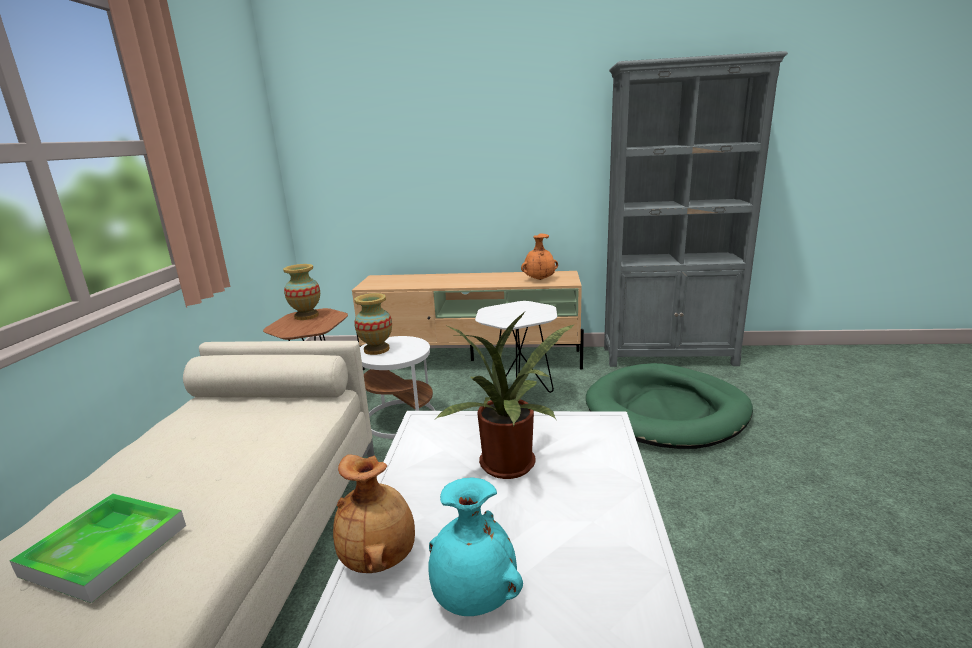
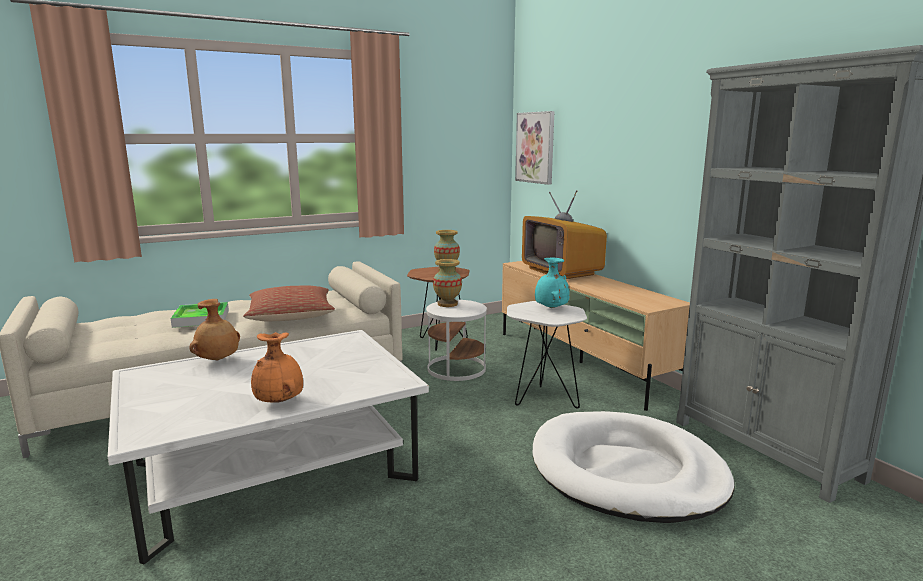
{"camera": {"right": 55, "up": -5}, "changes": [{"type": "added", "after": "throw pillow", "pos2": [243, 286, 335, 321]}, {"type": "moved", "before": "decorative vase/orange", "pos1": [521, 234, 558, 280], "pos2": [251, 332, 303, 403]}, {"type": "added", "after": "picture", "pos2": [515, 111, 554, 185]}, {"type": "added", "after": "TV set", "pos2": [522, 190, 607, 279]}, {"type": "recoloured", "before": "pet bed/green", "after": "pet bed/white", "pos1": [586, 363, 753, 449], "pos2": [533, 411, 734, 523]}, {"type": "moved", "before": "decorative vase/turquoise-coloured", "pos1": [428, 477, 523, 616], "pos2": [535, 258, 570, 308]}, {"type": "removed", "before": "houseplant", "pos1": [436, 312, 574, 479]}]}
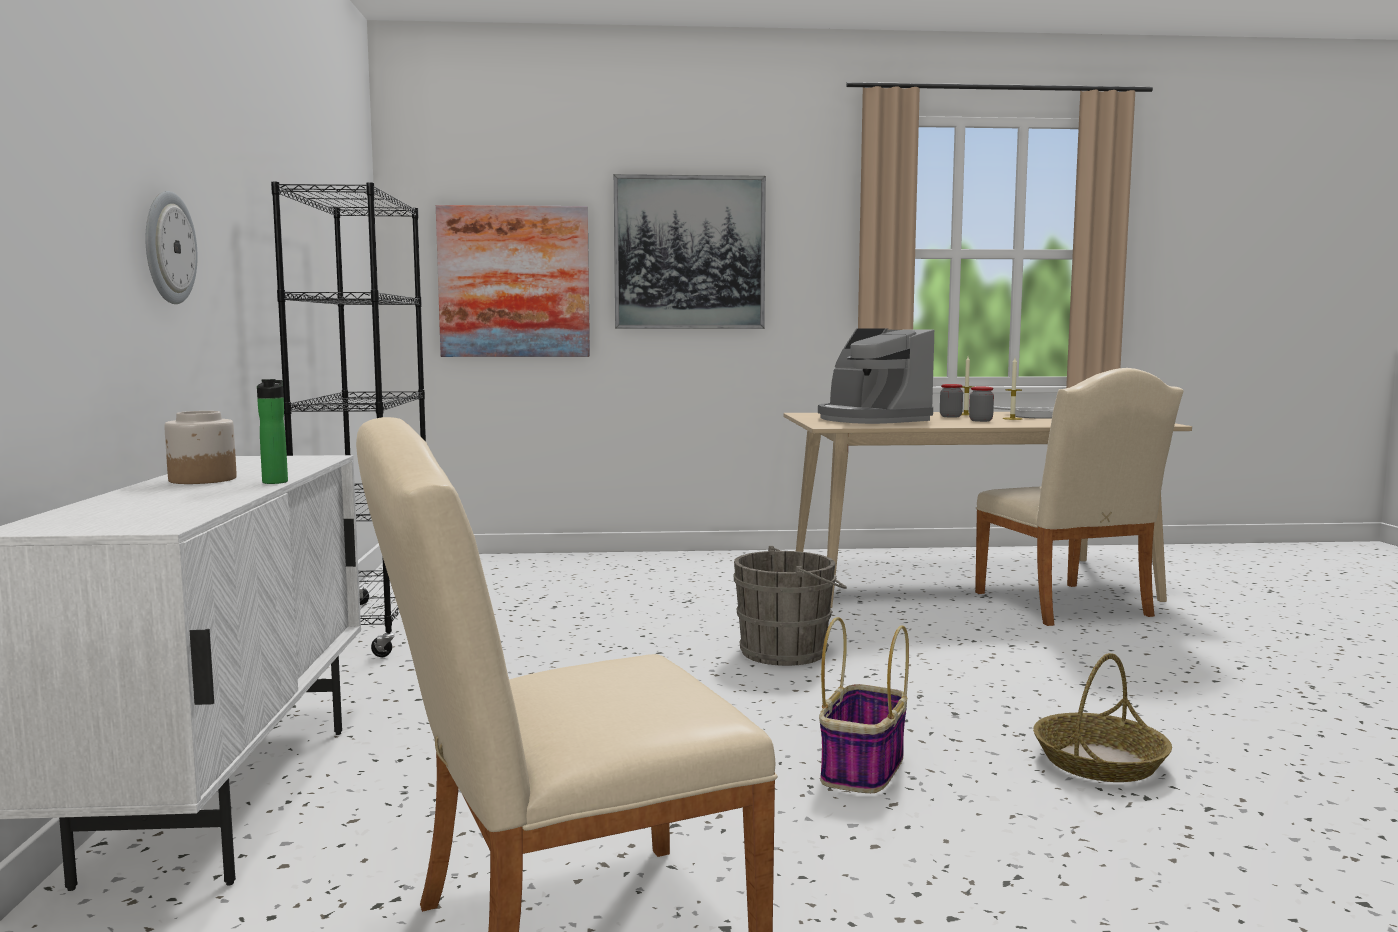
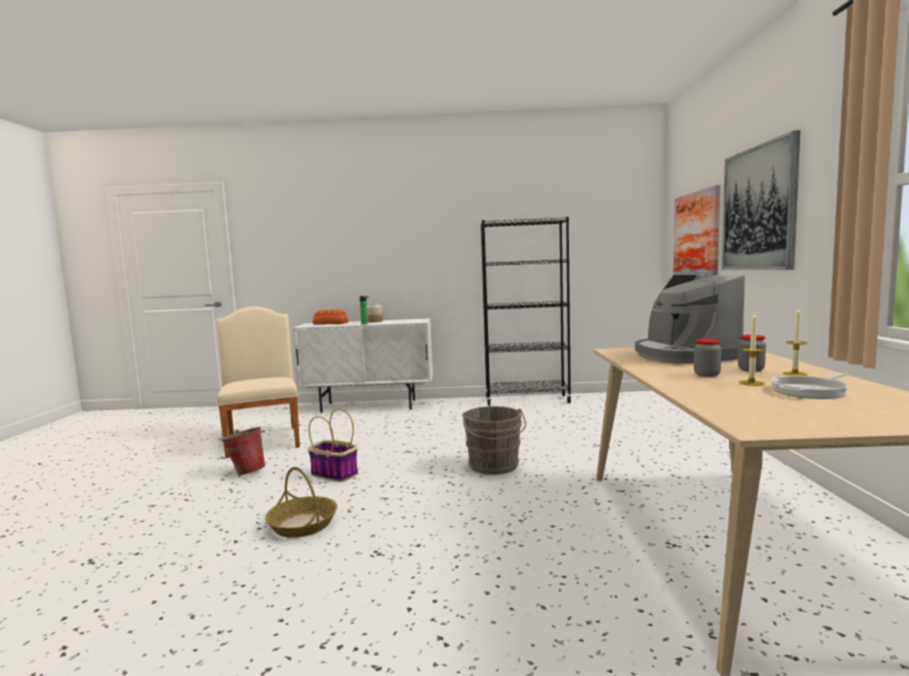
{"camera": {"right": 95, "up": 0}, "changes": [{"type": "added", "after": "bucket", "pos2": [221, 427, 266, 475]}, {"type": "added", "after": "baked bread", "pos2": [313, 310, 348, 325]}, {"type": "turned", "before": "coffee machine", "pos1": [818, 328, 934, 424], "pos2": [635, 275, 745, 363], "turn": -75}, {"type": "removed", "before": "hanging clock", "pos1": [146, 191, 197, 304]}, {"type": "removed", "before": "chair/beige", "pos1": [975, 368, 1184, 626]}]}
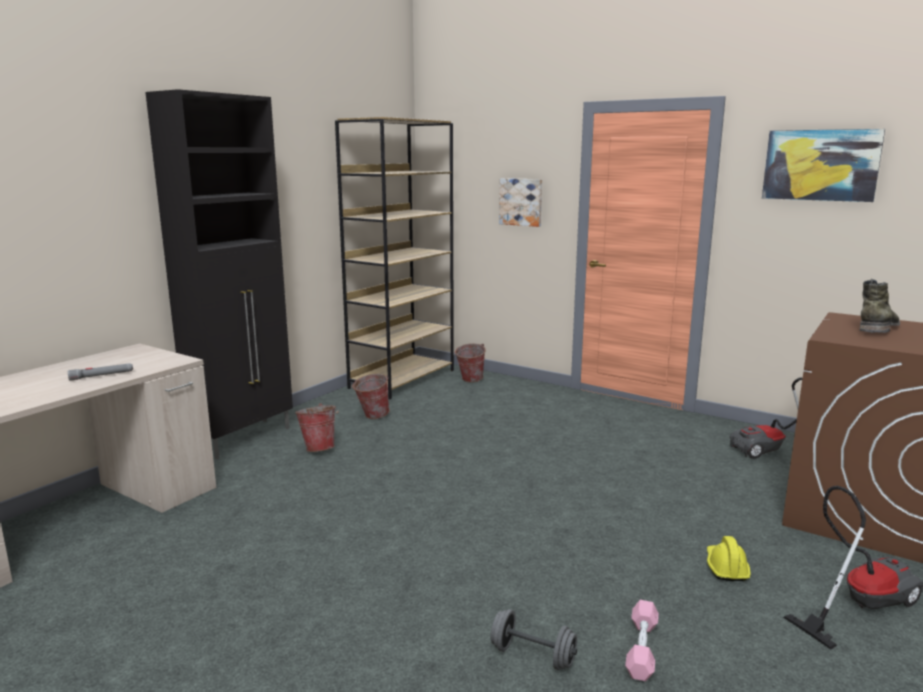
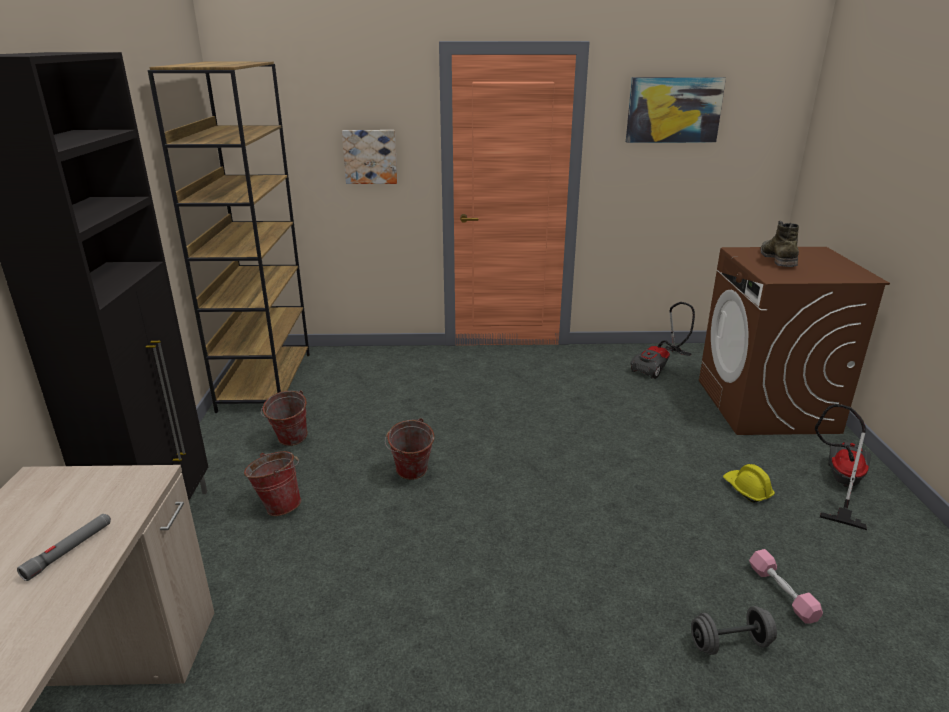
{"camera": {"right": -35, "up": 10}, "changes": [{"type": "moved", "before": "bucket", "pos1": [454, 343, 486, 383], "pos2": [385, 418, 434, 480]}]}
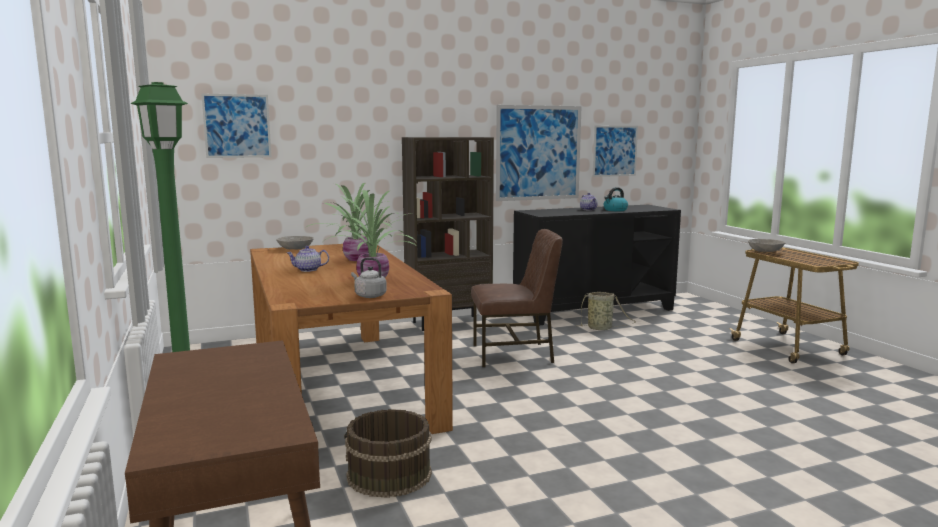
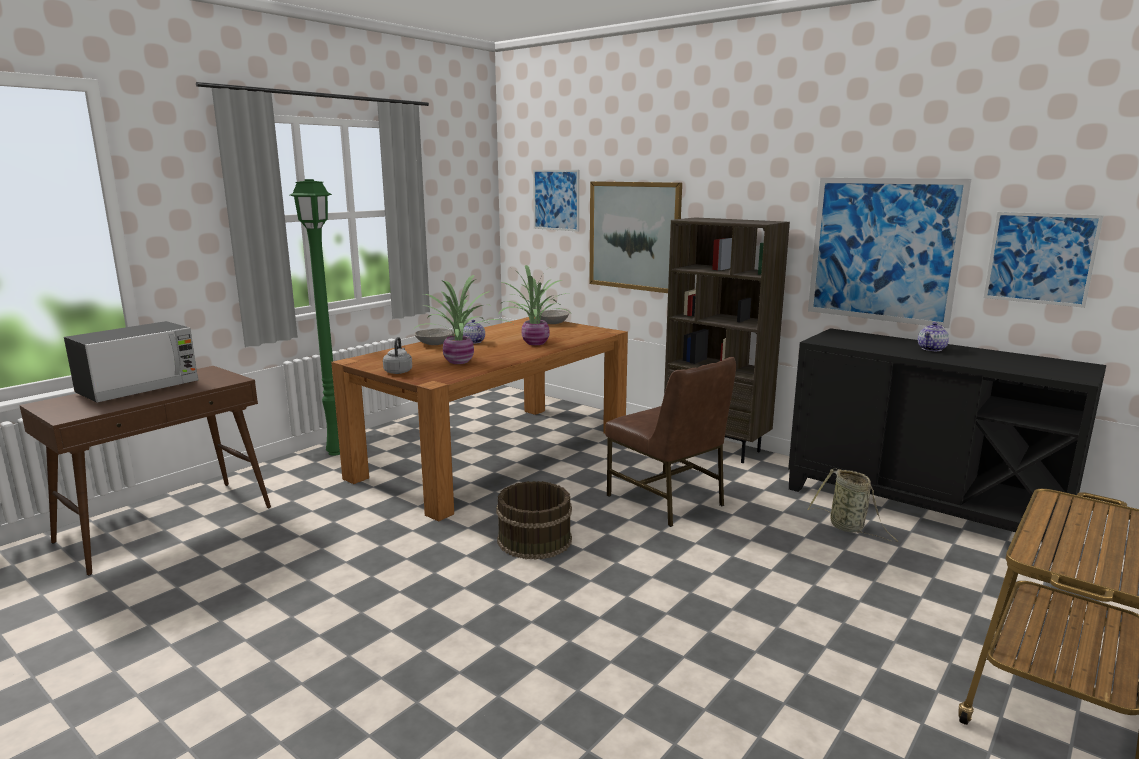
{"camera": {"right": 60, "up": 5}, "changes": [{"type": "added", "after": "microwave", "pos2": [64, 321, 199, 402]}, {"type": "moved", "before": "bowl/gray", "pos1": [748, 239, 786, 252], "pos2": [415, 328, 454, 345]}, {"type": "moved", "before": "bucket/brown", "pos1": [344, 409, 432, 498], "pos2": [496, 481, 572, 560]}, {"type": "added", "after": "picture", "pos2": [589, 181, 682, 293]}, {"type": "removed", "before": "tea kettle", "pos1": [604, 187, 628, 211]}]}
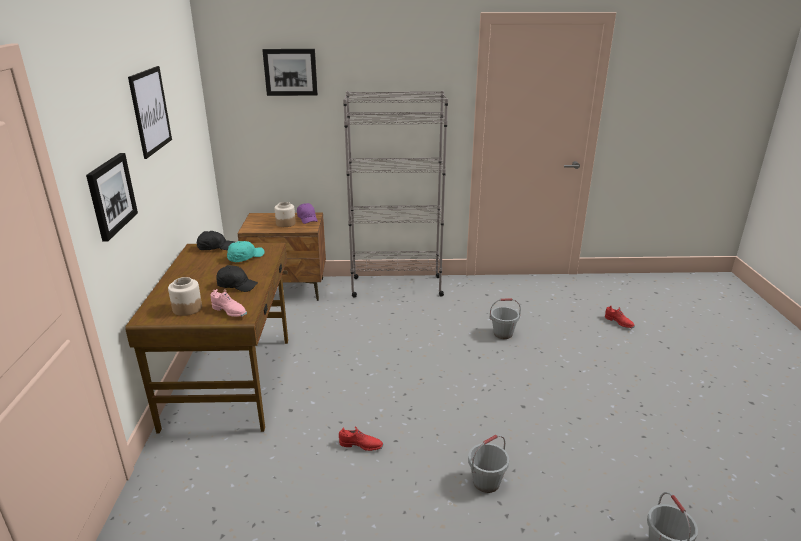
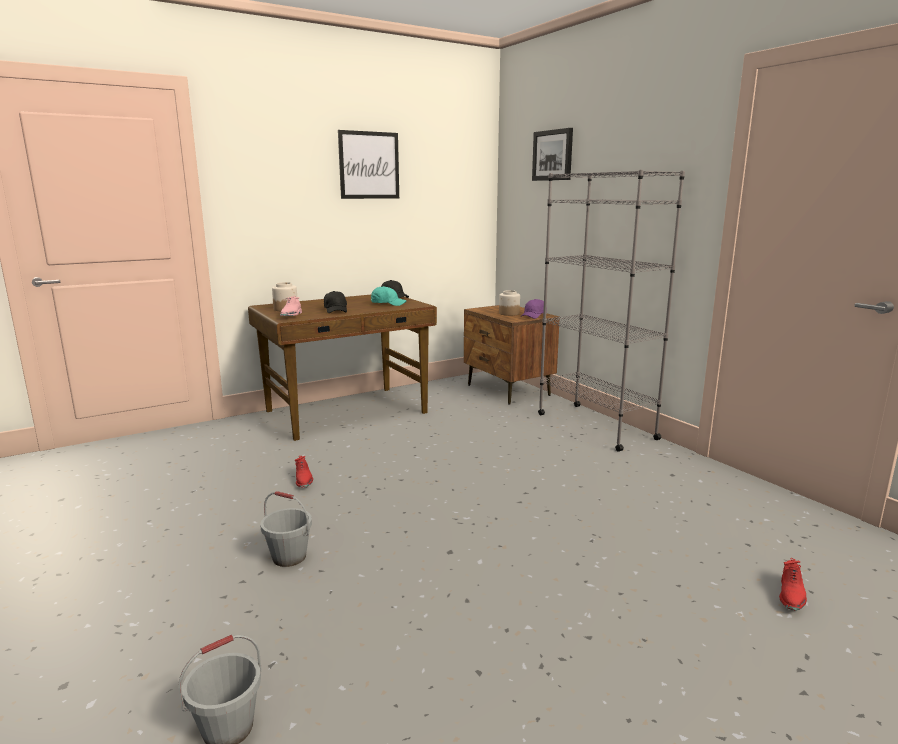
{"camera": {"right": 60, "up": -10}, "changes": [{"type": "removed", "before": "picture", "pos1": [86, 153, 138, 241]}, {"type": "removed", "before": "bucket/gray", "pos1": [489, 298, 521, 339]}]}
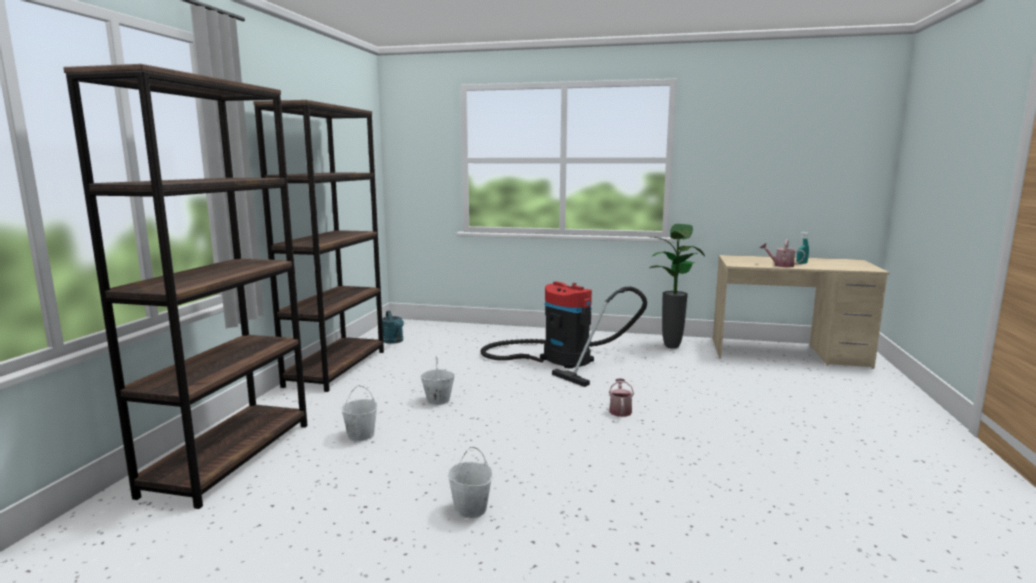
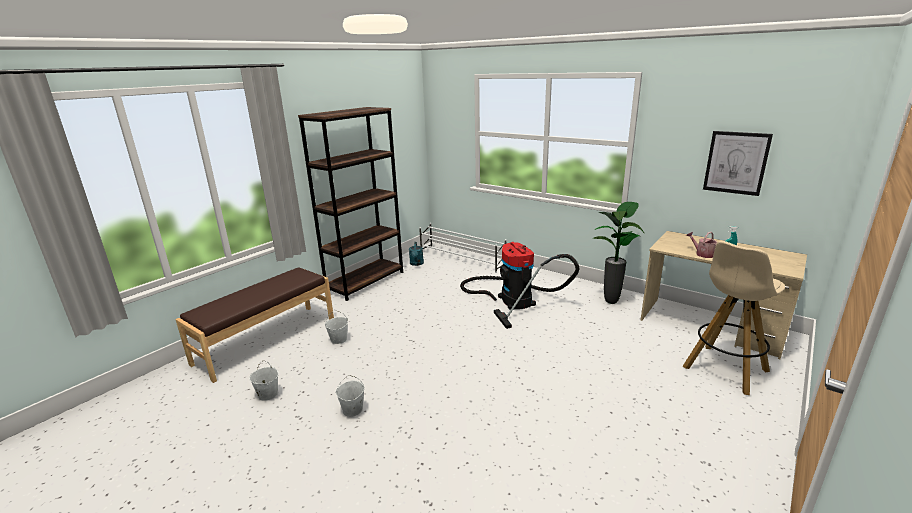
{"camera": {"right": 25, "up": 10}, "changes": [{"type": "replaced", "before": "bookcase/brown", "after": "long seat/brown", "pos1": [63, 64, 308, 509], "pos2": [175, 267, 334, 383]}, {"type": "moved", "before": "bucket/white", "pos1": [420, 357, 455, 405], "pos2": [249, 361, 279, 401]}, {"type": "added", "after": "shoe stand/white", "pos2": [419, 223, 506, 273]}, {"type": "added", "after": "stool/beige", "pos2": [683, 241, 785, 395]}, {"type": "added", "after": "picture", "pos2": [703, 131, 773, 196]}, {"type": "removed", "before": "watering can", "pos1": [609, 378, 634, 417]}]}
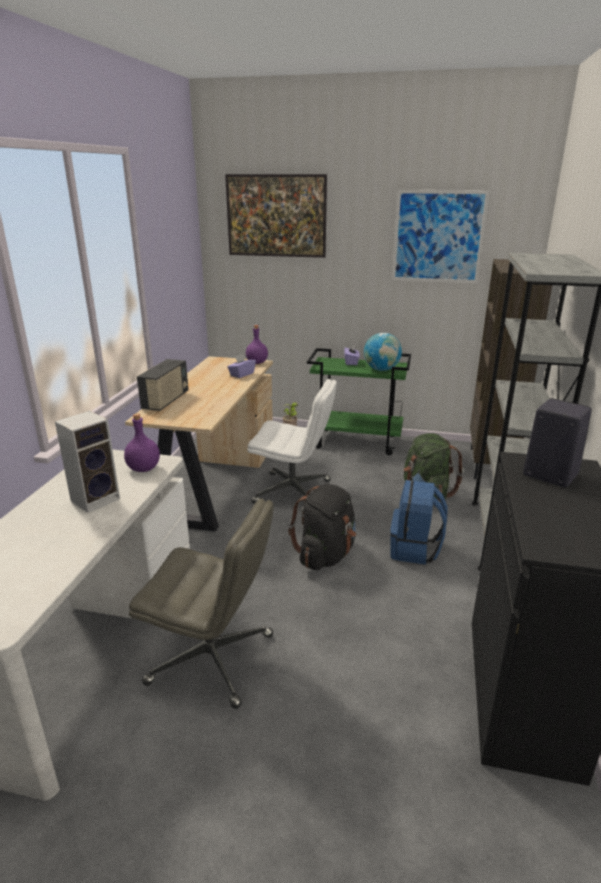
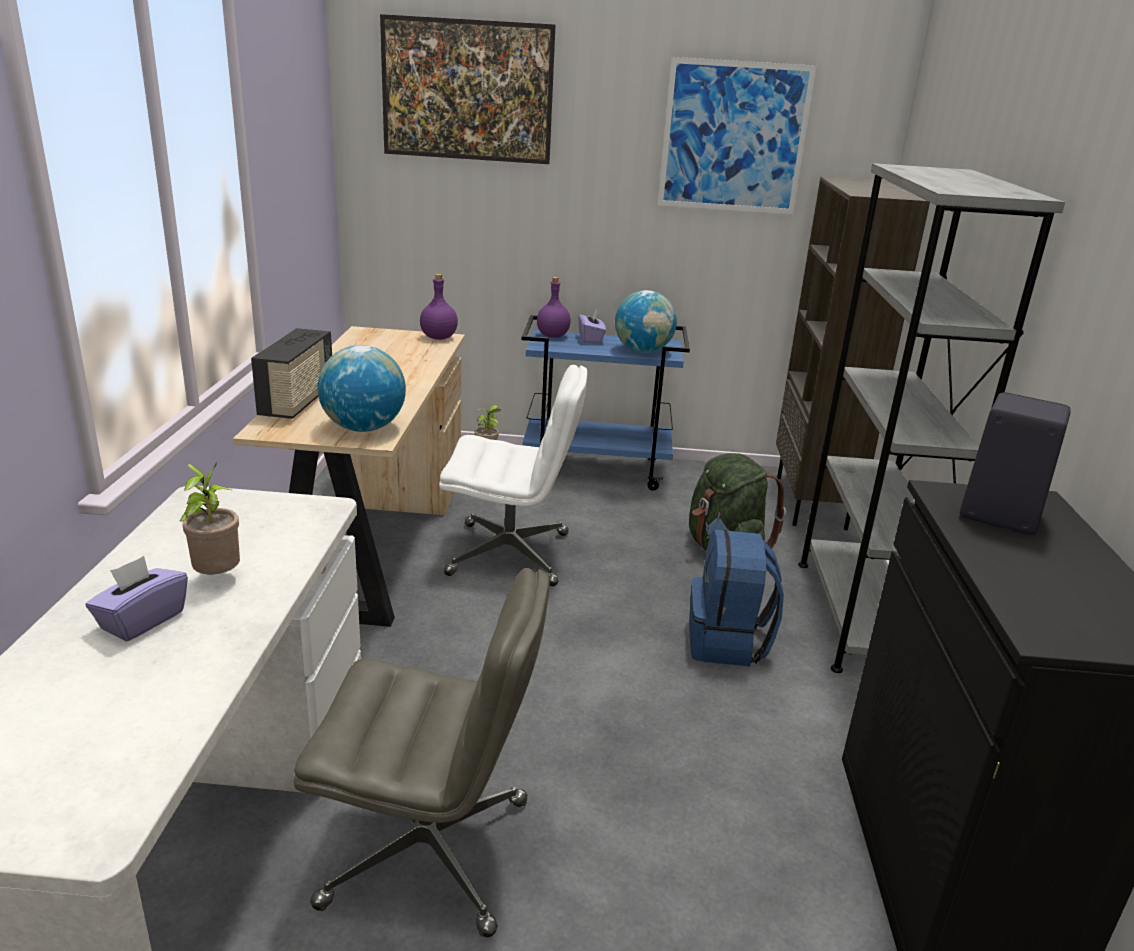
{"camera": {"right": -10, "up": 0}, "changes": [{"type": "moved", "before": "tissue holder/purple", "pos1": [227, 354, 256, 378], "pos2": [86, 556, 188, 642]}, {"type": "replaced", "before": "loudspeaker", "after": "houseplant", "pos1": [55, 411, 120, 513], "pos2": [180, 462, 240, 574]}, {"type": "added", "after": "desk globe", "pos2": [317, 345, 406, 432]}, {"type": "recoloured", "before": "wheeled cart/green", "after": "wheeled cart/blue-coloured", "pos1": [307, 348, 411, 455], "pos2": [522, 315, 690, 491]}, {"type": "moved", "before": "beverage bottle/purple", "pos1": [124, 414, 160, 472], "pos2": [537, 277, 571, 338]}, {"type": "removed", "before": "backpack/black", "pos1": [288, 484, 356, 570]}]}
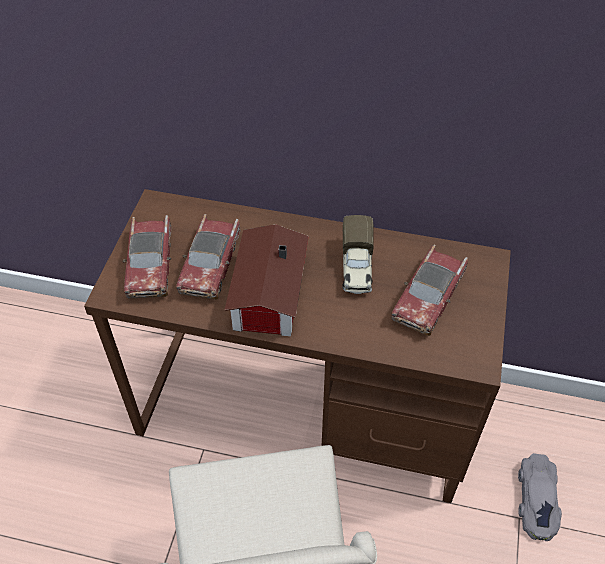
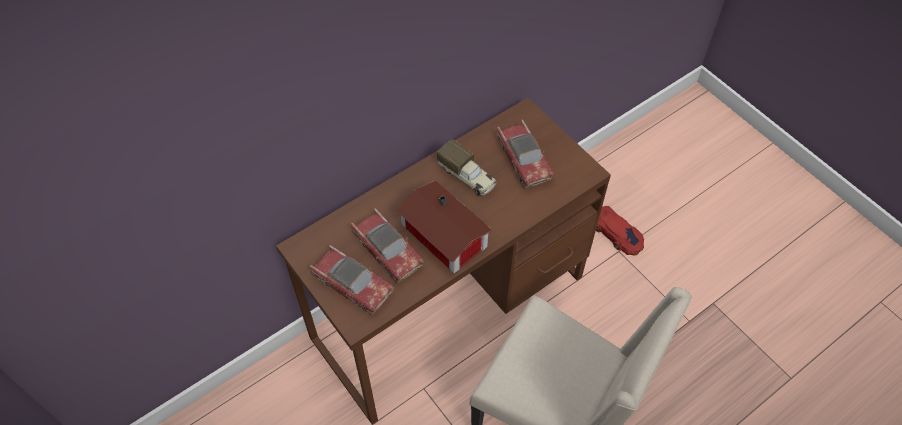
{"camera": {"right": -50, "up": 5}, "changes": [{"type": "recoloured", "before": "miniature car/gray", "after": "miniature car/red", "pos1": [518, 453, 562, 541], "pos2": [596, 206, 644, 255]}]}
